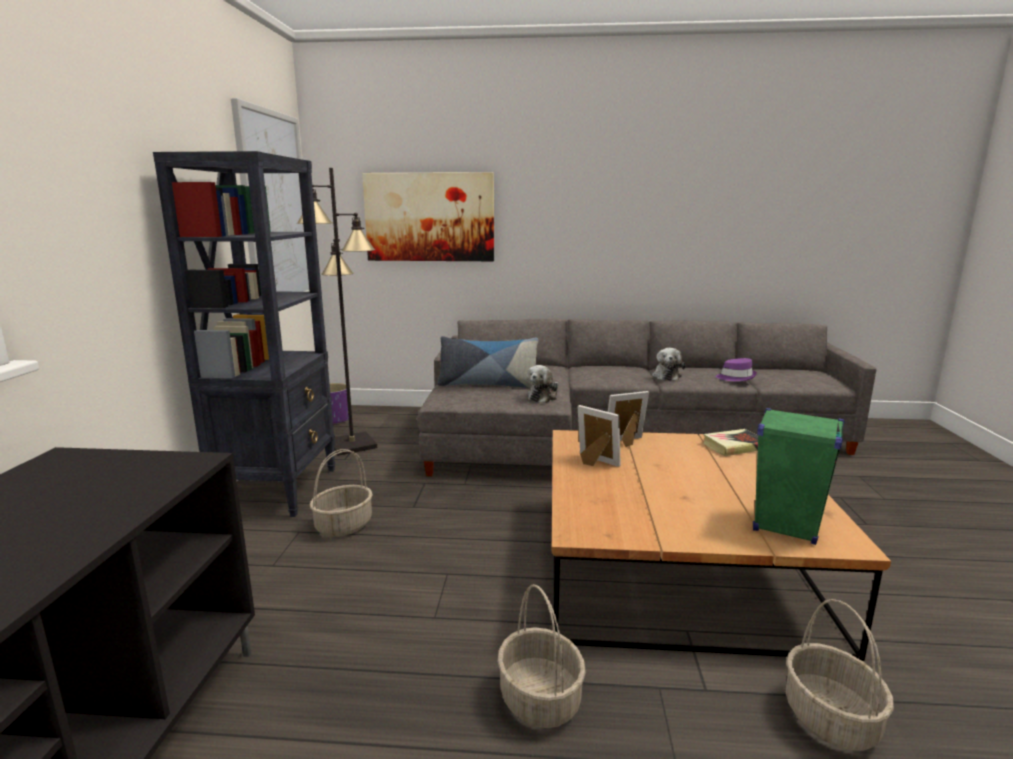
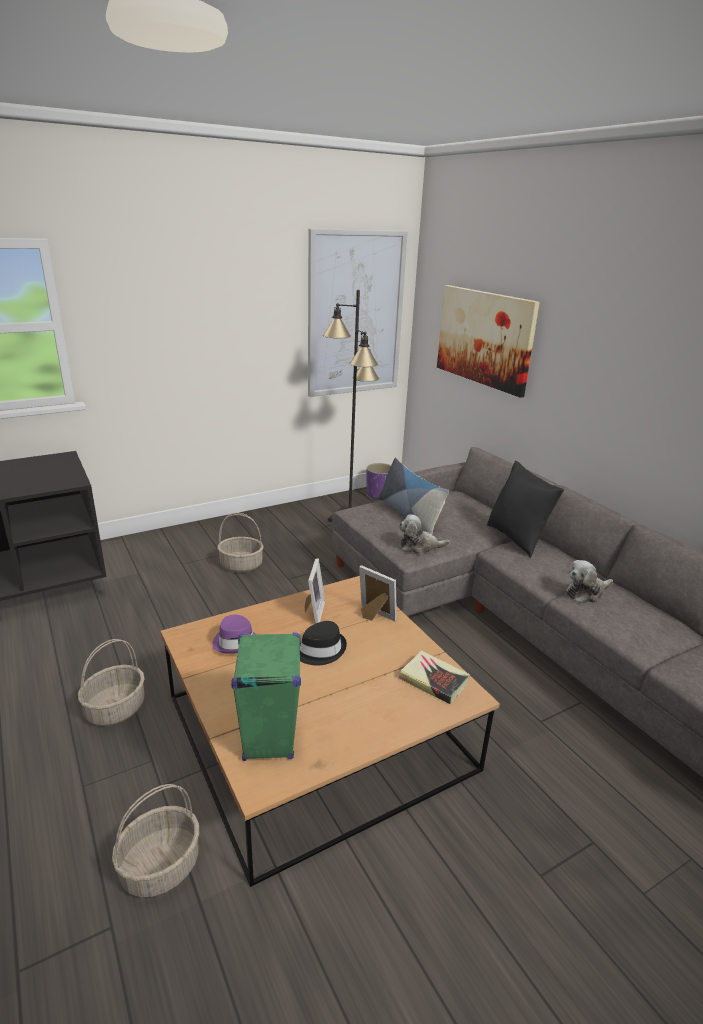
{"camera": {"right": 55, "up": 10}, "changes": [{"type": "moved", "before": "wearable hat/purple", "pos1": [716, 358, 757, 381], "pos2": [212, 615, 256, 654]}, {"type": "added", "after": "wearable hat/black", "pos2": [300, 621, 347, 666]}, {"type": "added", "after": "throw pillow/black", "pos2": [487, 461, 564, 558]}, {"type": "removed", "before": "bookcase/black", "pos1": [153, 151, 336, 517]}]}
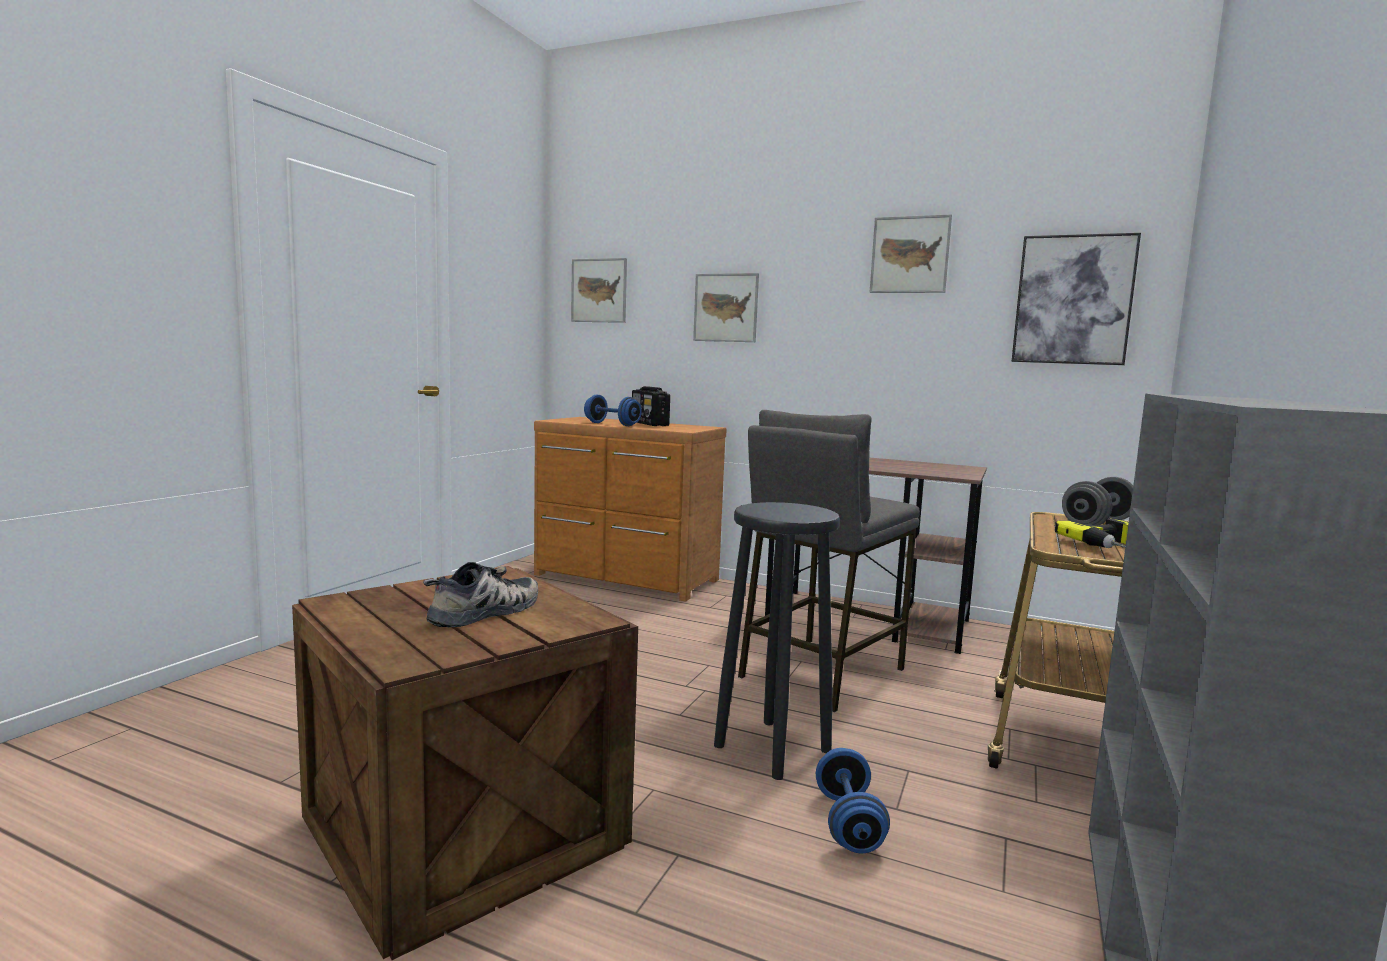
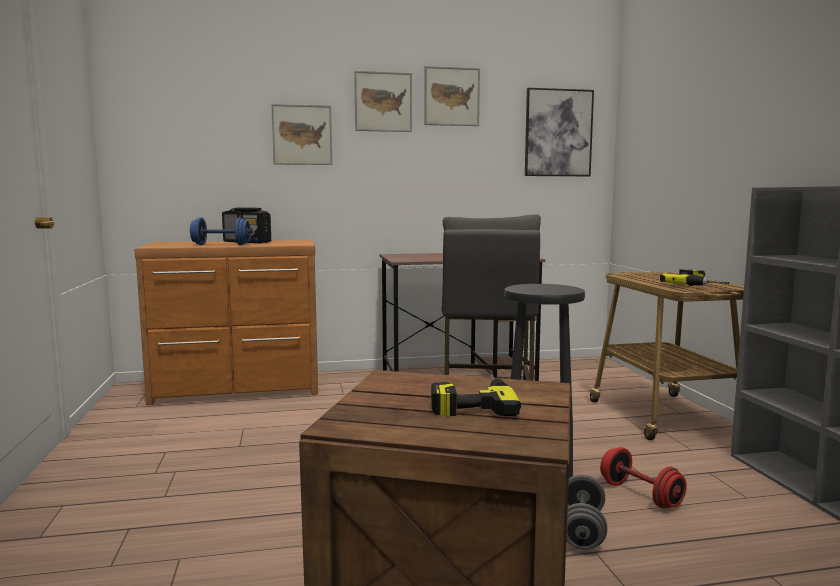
{"camera": {"right": -35, "up": 0}, "changes": [{"type": "moved", "before": "picture", "pos1": [571, 258, 627, 323], "pos2": [354, 71, 412, 132]}, {"type": "replaced", "before": "shoe", "after": "drill", "pos1": [423, 562, 538, 628], "pos2": [431, 374, 521, 417]}, {"type": "moved", "before": "hand weight/gray", "pos1": [1062, 477, 1133, 526], "pos2": [566, 475, 607, 550]}, {"type": "recoloured", "before": "hand weight/blue-coloured", "after": "hand weight/red", "pos1": [816, 748, 890, 853], "pos2": [600, 447, 687, 508]}]}
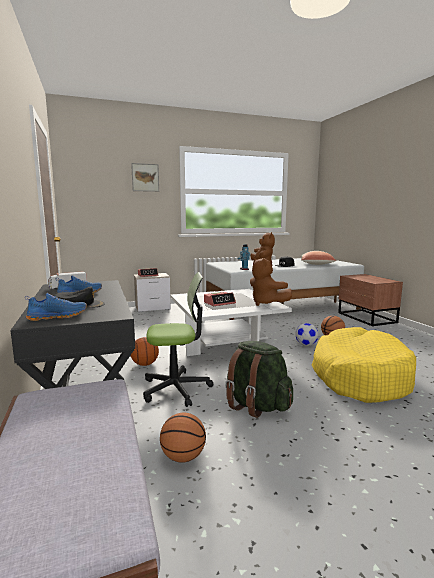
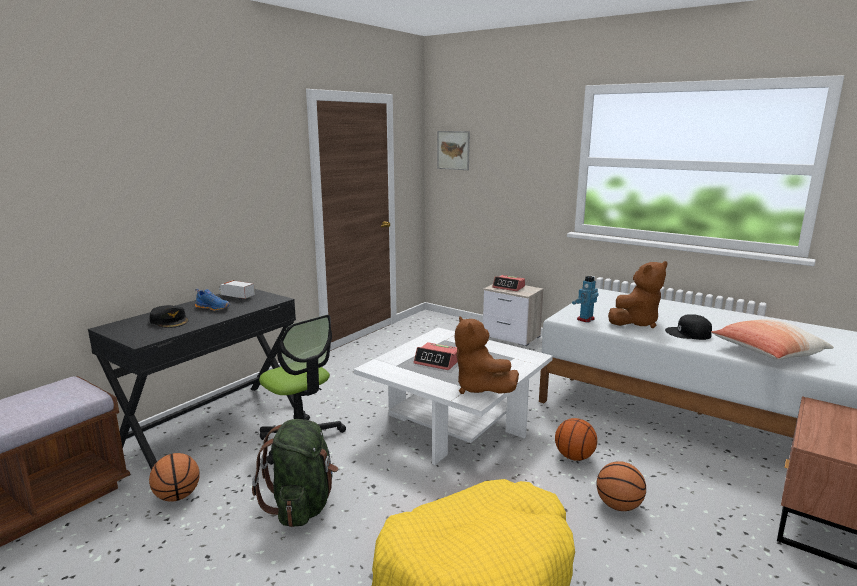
{"camera": {"right": 55, "up": 5}, "changes": [{"type": "moved", "before": "picture", "pos1": [131, 163, 159, 192], "pos2": [437, 131, 470, 170]}, {"type": "turned", "before": "plush toy/brown", "pos1": [250, 258, 292, 306], "pos2": [454, 316, 519, 394], "turn": -45}, {"type": "moved", "before": "ball for basketball", "pos1": [130, 337, 159, 366], "pos2": [555, 418, 597, 461]}, {"type": "removed", "before": "shoe/blue-coloured", "pos1": [25, 293, 87, 321]}, {"type": "removed", "before": "football", "pos1": [295, 323, 319, 346]}]}
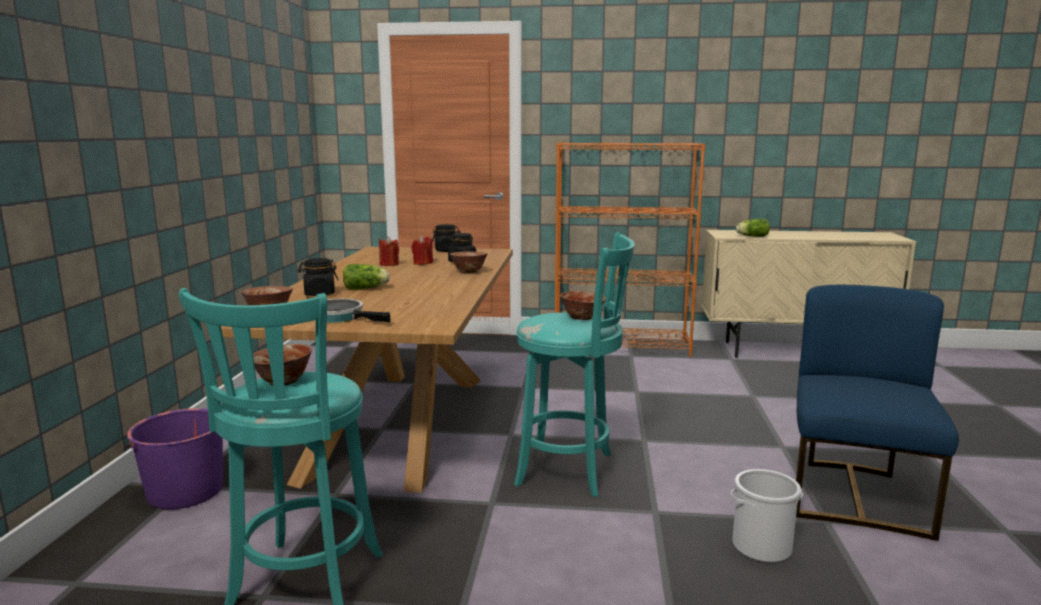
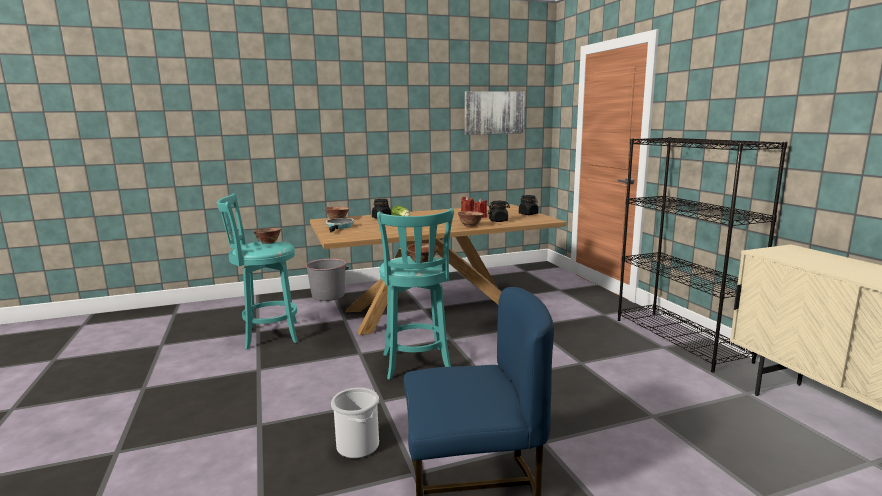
{"camera": {"right": 65, "up": 0}, "changes": [{"type": "recoloured", "before": "bucket/purple", "after": "bucket/gray", "pos1": [123, 408, 223, 509], "pos2": [305, 259, 349, 301]}, {"type": "added", "after": "picture", "pos2": [465, 91, 525, 135]}, {"type": "recoloured", "before": "bookcase/orange", "after": "bookcase/black", "pos1": [555, 142, 705, 357], "pos2": [618, 137, 787, 373]}, {"type": "removed", "before": "head of lettuce", "pos1": [736, 219, 770, 237]}]}
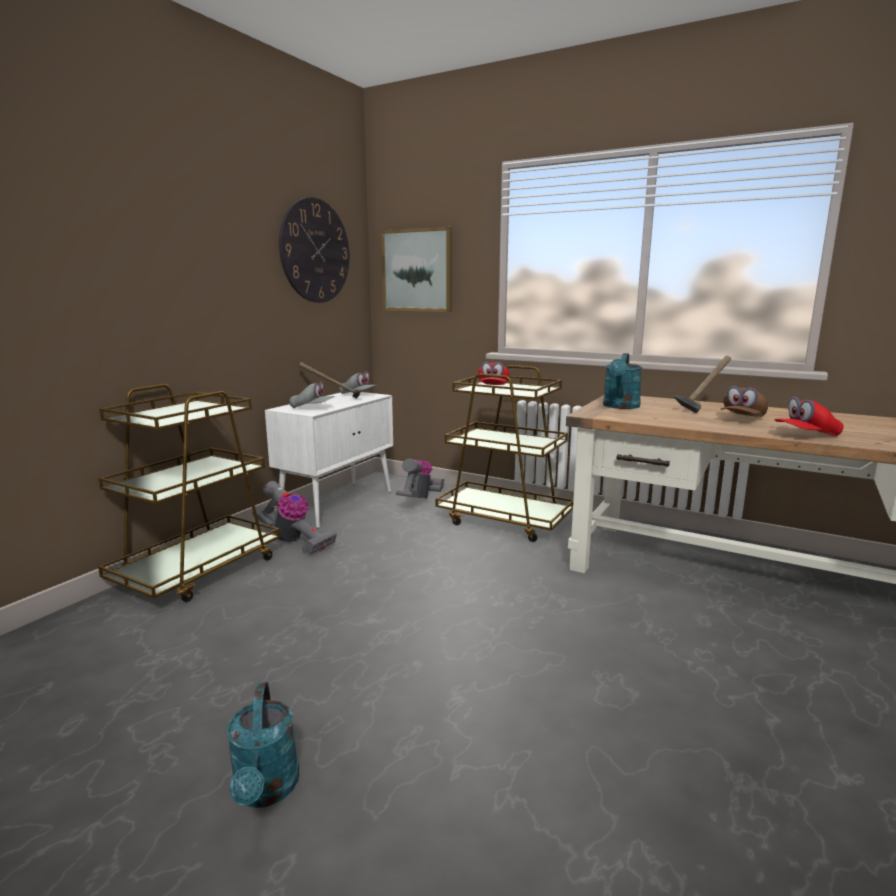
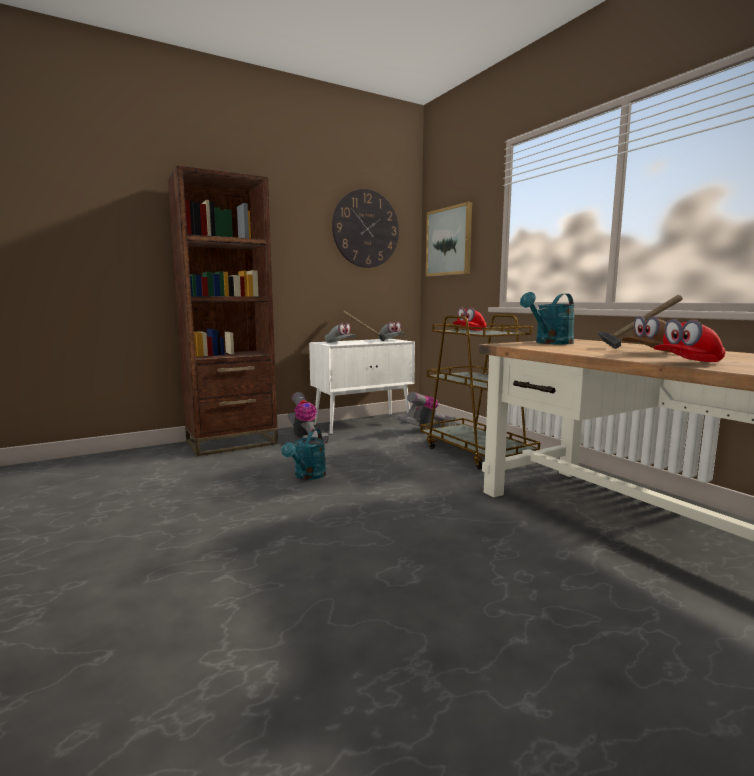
{"camera": {"right": 30, "up": -5}, "changes": [{"type": "replaced", "before": "wheeled cart/brown", "after": "bookcase/brown", "pos1": [98, 384, 280, 602], "pos2": [168, 166, 278, 456]}, {"type": "moved", "before": "watering can/turquoise-coloured", "pos1": [226, 682, 299, 808], "pos2": [281, 429, 326, 480]}, {"type": "turned", "before": "peaked cap/red", "pos1": [775, 397, 844, 436], "pos2": [653, 319, 726, 362], "turn": -45}]}
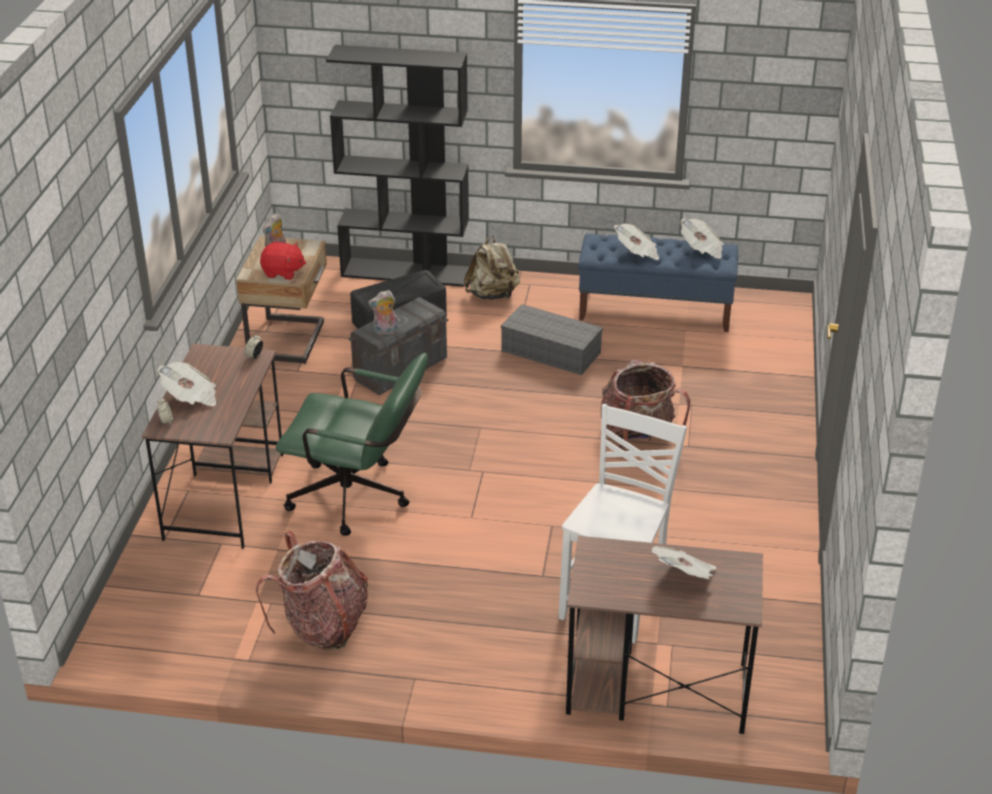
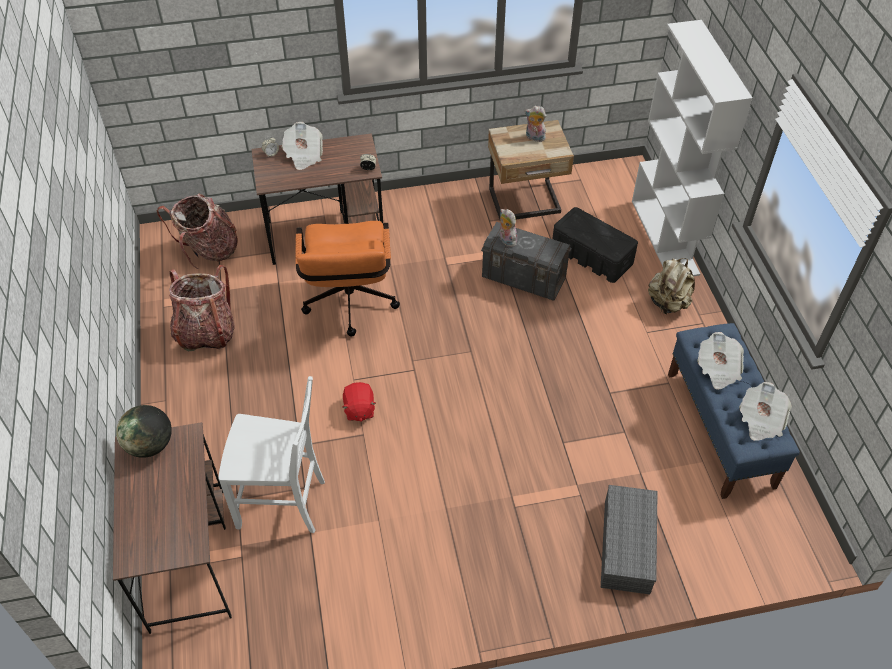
{"camera": {"right": 70, "up": 15}, "changes": [{"type": "added", "after": "desk globe", "pos2": [116, 405, 172, 458]}, {"type": "moved", "before": "backpack", "pos1": [600, 360, 690, 448], "pos2": [157, 193, 238, 269]}, {"type": "recoloured", "before": "computer chair/green", "after": "computer chair/orange", "pos1": [276, 353, 428, 536], "pos2": [295, 221, 400, 337]}, {"type": "moved", "before": "plush toy/red", "pos1": [260, 242, 306, 280], "pos2": [342, 382, 376, 422]}, {"type": "moved", "before": "storage box/gray", "pos1": [501, 304, 603, 375], "pos2": [601, 485, 658, 594]}, {"type": "recoloured", "before": "bookcase/black", "after": "bookcase/white", "pos1": [326, 45, 469, 287], "pos2": [632, 20, 753, 276]}, {"type": "removed", "before": "newspaper", "pos1": [652, 546, 716, 579]}]}
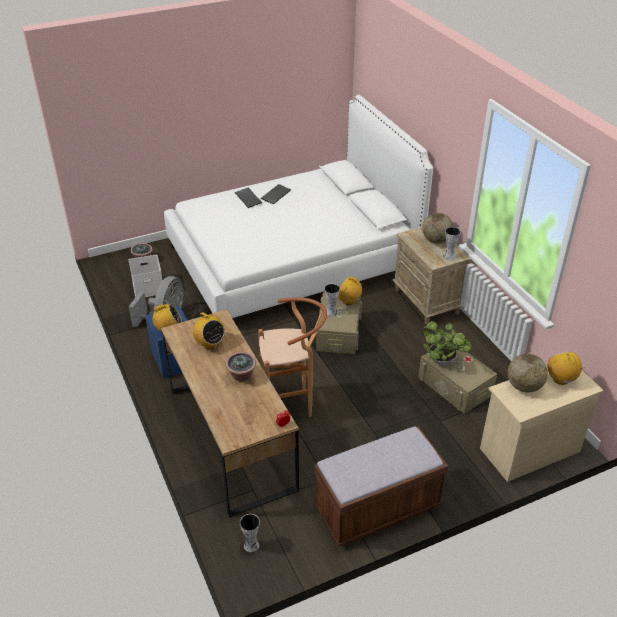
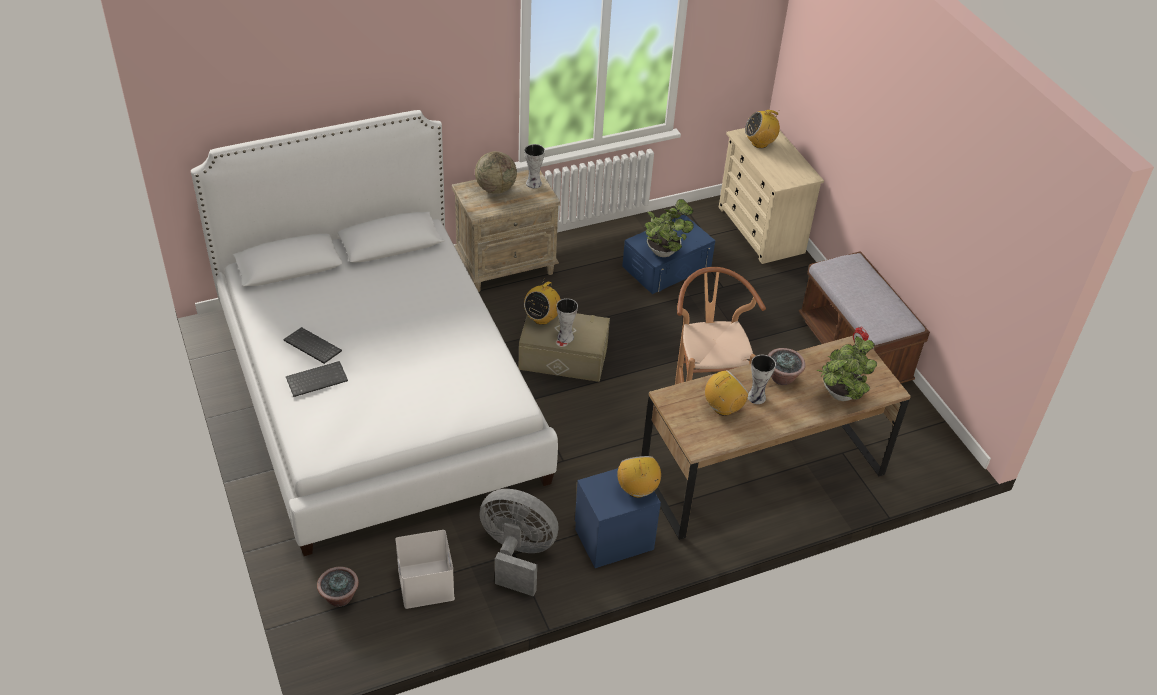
{"camera": {"right": -90, "up": 5}, "changes": [{"type": "recoloured", "before": "storage box/beige", "after": "storage box/blue-coloured", "pos1": [418, 350, 497, 414], "pos2": [622, 215, 715, 294]}, {"type": "moved", "before": "decorative vase", "pos1": [240, 514, 260, 553], "pos2": [748, 355, 776, 404]}, {"type": "added", "after": "houseplant", "pos2": [817, 336, 877, 401]}, {"type": "removed", "before": "desk globe", "pos1": [508, 354, 548, 393]}]}
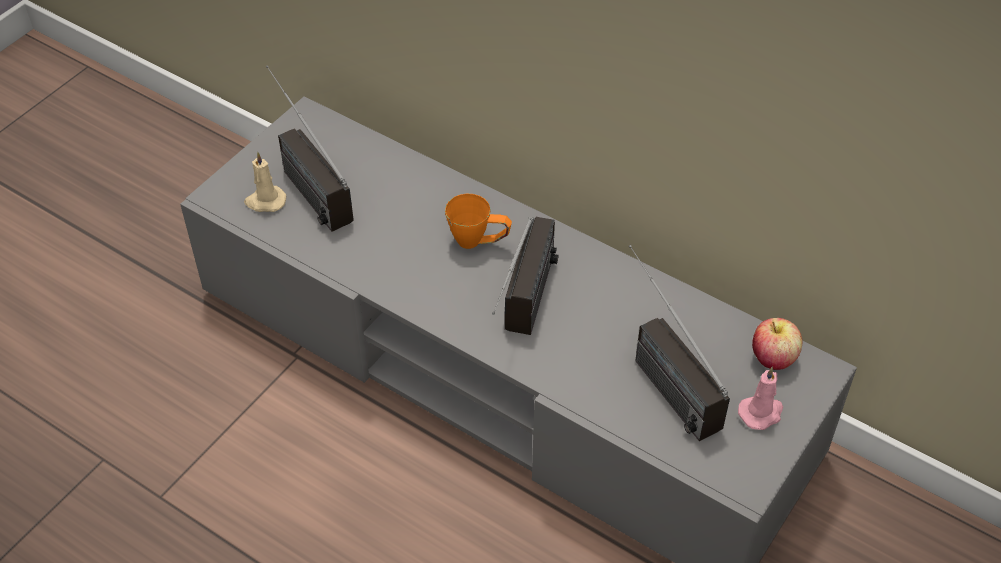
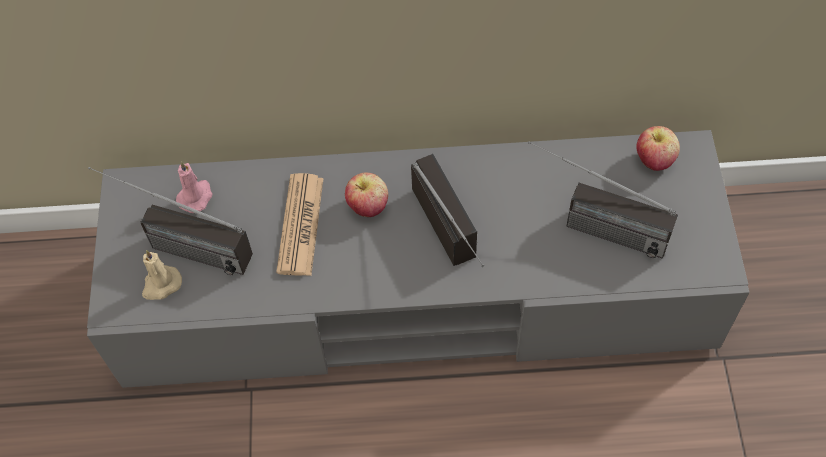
{"camera": {"right": -35, "up": 10}, "changes": [{"type": "moved", "before": "wax candle/pinkish", "pos1": [738, 366, 783, 430], "pos2": [176, 161, 213, 213]}, {"type": "added", "after": "newspaper", "pos2": [276, 173, 324, 276]}, {"type": "replaced", "before": "coffee mug/orange", "after": "apple", "pos1": [445, 193, 512, 249], "pos2": [345, 172, 388, 217]}]}
